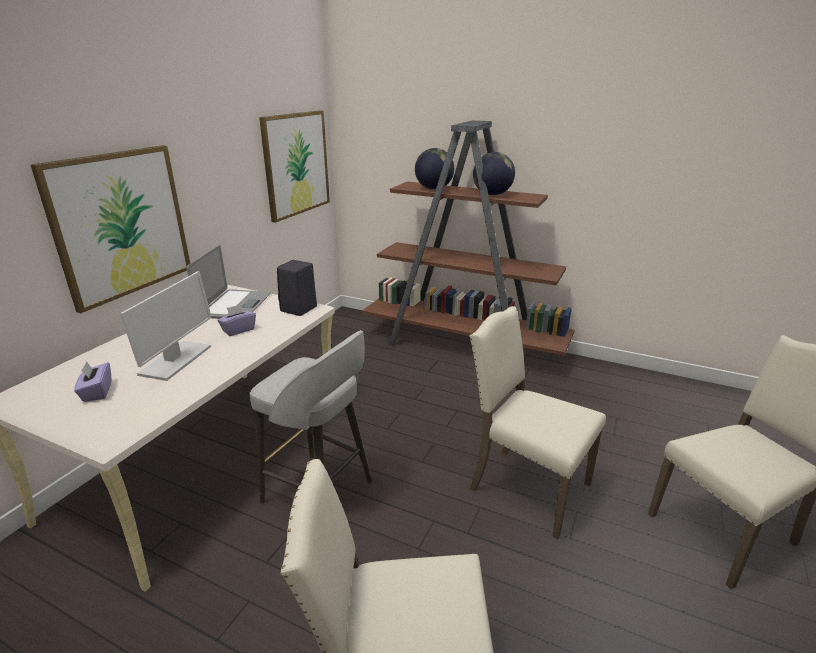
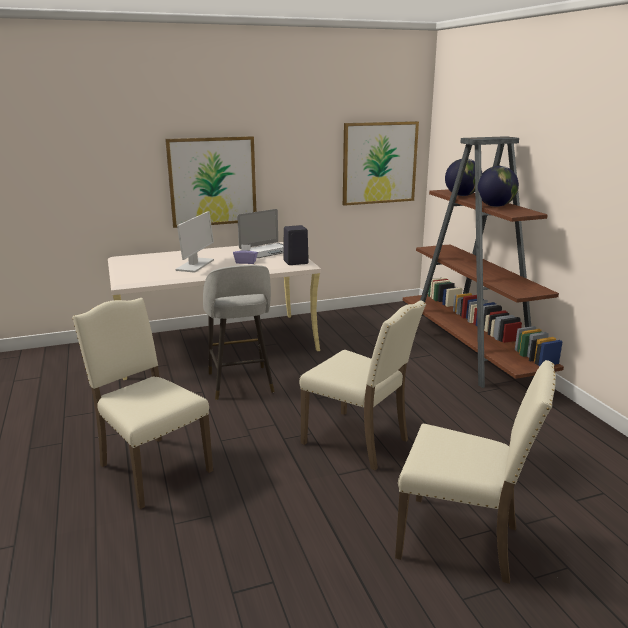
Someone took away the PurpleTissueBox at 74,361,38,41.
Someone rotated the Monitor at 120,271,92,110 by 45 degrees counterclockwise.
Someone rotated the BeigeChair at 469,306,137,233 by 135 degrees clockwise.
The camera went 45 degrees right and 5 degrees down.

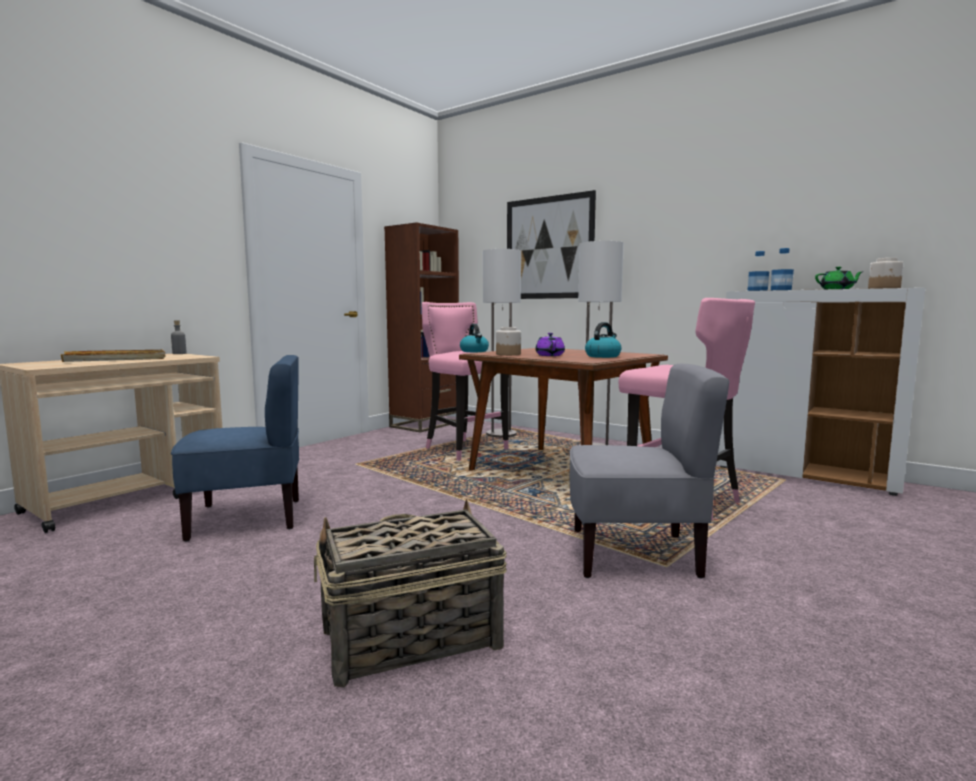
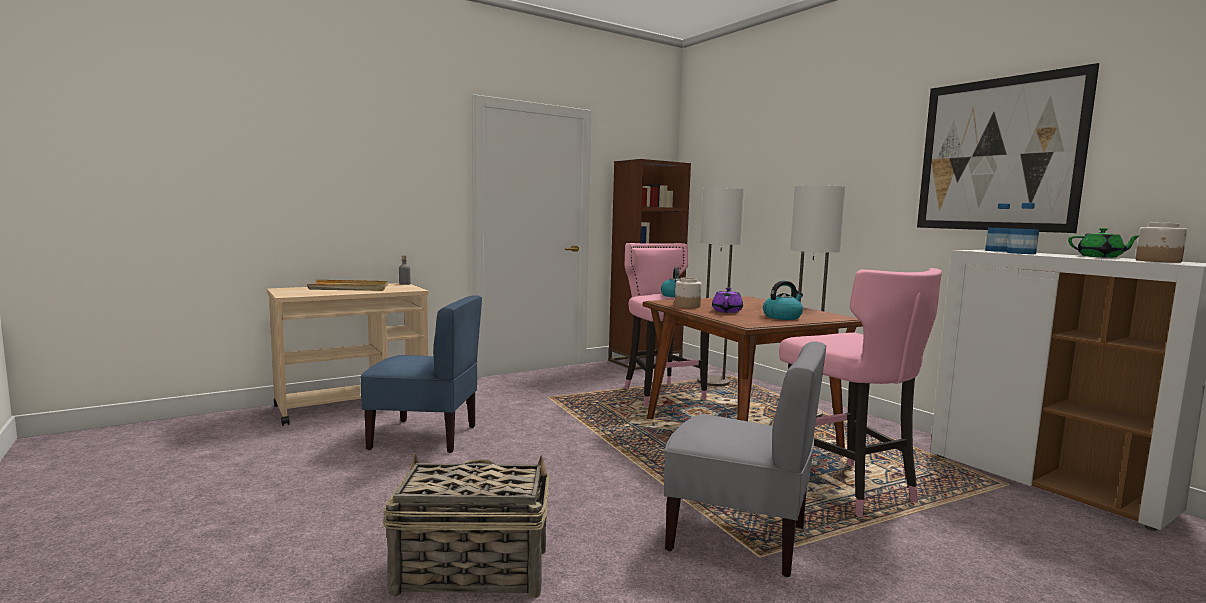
Someone carried the Picture from 507,190,89,109 to 917,63,182,170.
The camera went 20 degrees right and 0 degrees up.

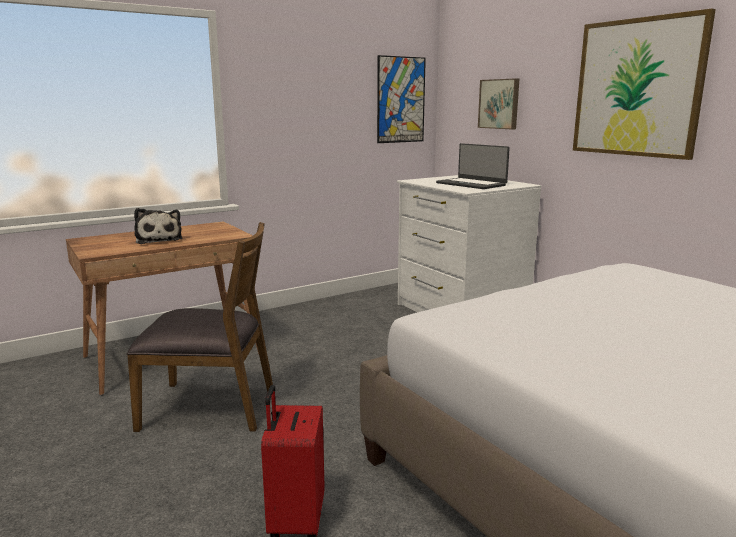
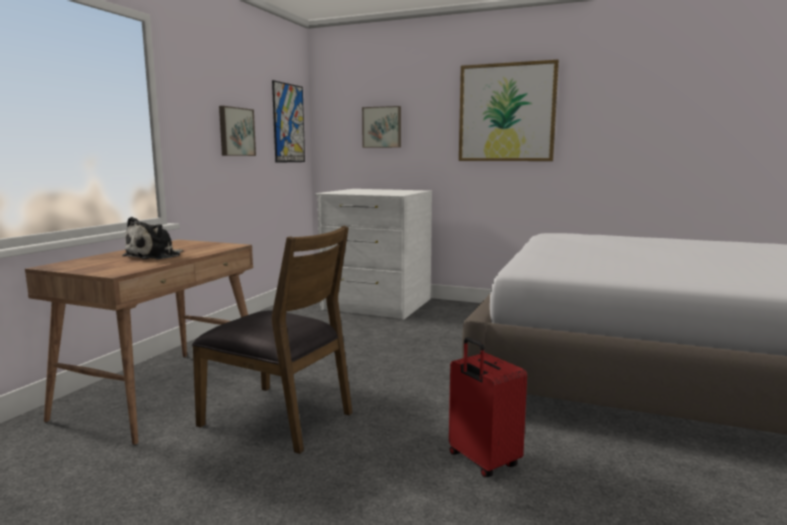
Someone took away the Laptop at 436,143,74,46.
Someone put up the Picture at 219,106,37,50.
Someone rotated the BrownChair at 127,222,146,210 by 60 degrees clockwise.
Someone rotated the PlushToy at 134,208,48,36 by 90 degrees clockwise.
The camera went 35 degrees left and 5 degrees down.

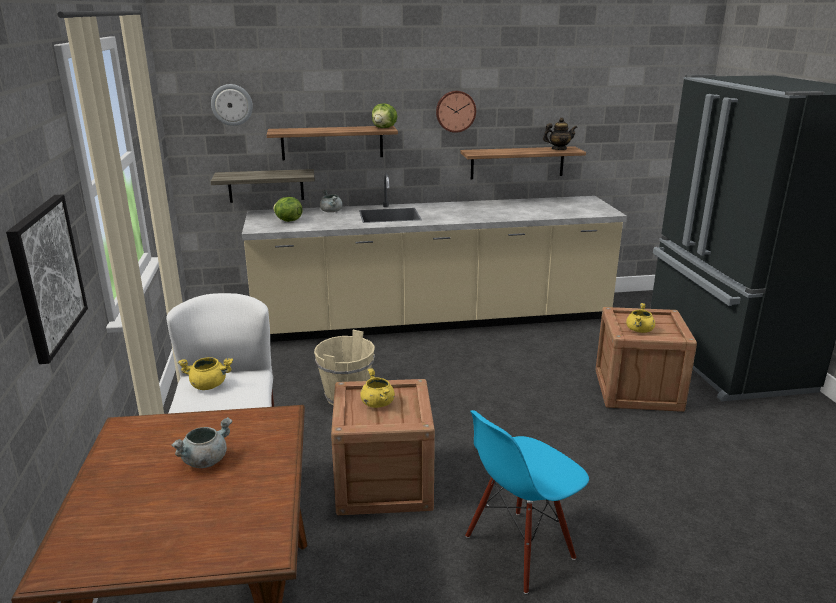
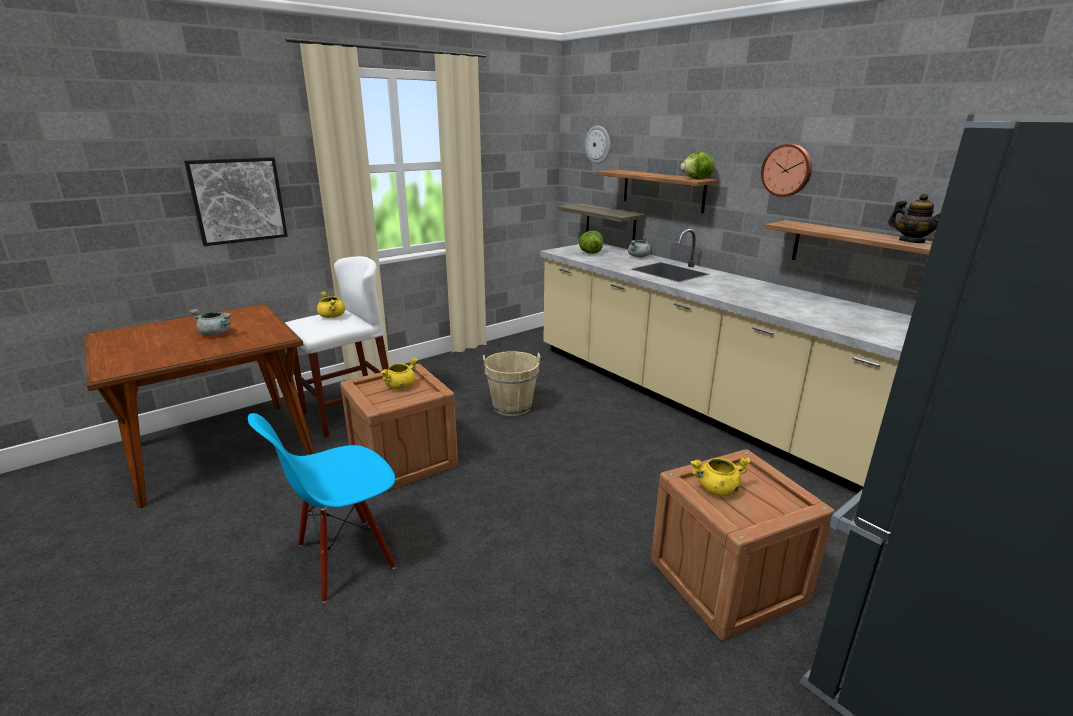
Someone rotated the BlueChair at 465,410,124,184 by 60 degrees counterclockwise.
The camera went 60 degrees right and 0 degrees up.

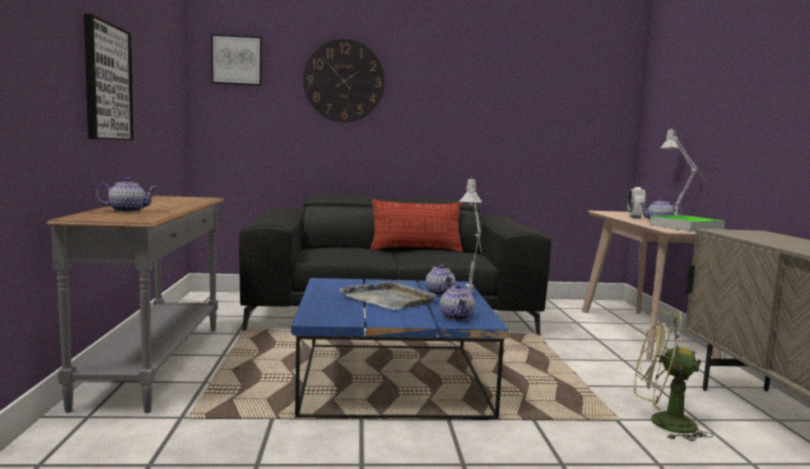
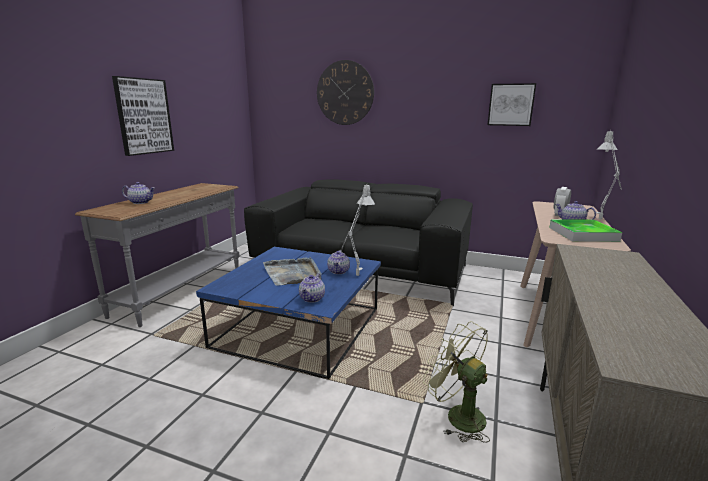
Someone took away the Pillow at 370,199,93,53.
Someone carried the Picture from 211,34,51,52 to 488,83,48,43.
The camera went 25 degrees right and 10 degrees up.

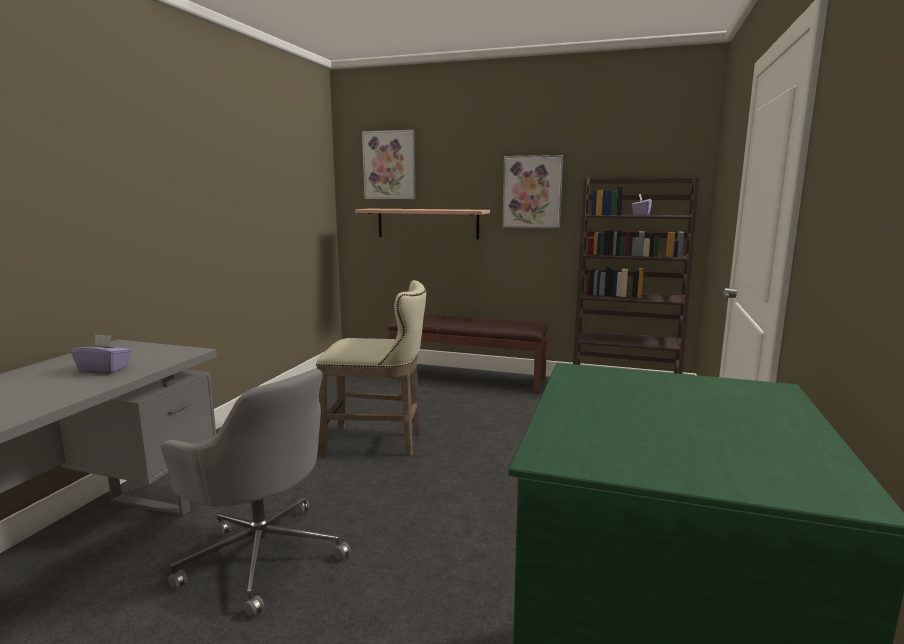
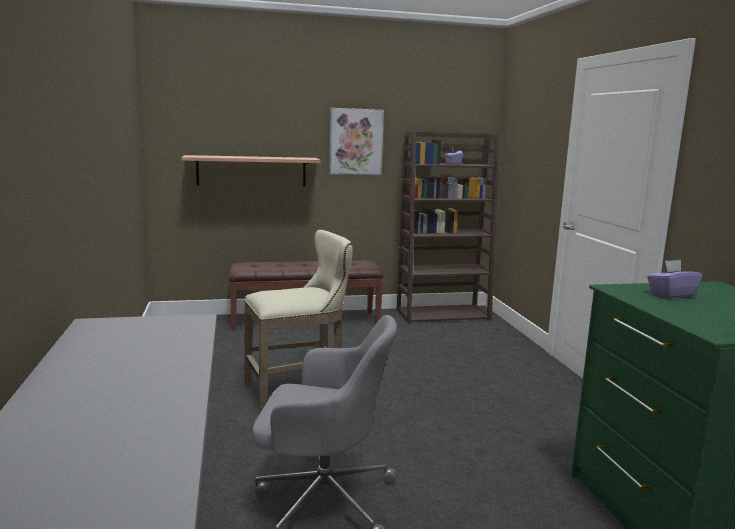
Someone took away the Picture at 362,130,54,69.
Someone carried the PurpleTissueBox from 71,334,60,40 to 647,260,56,38.
The camera went 30 degrees left and 0 degrees up.

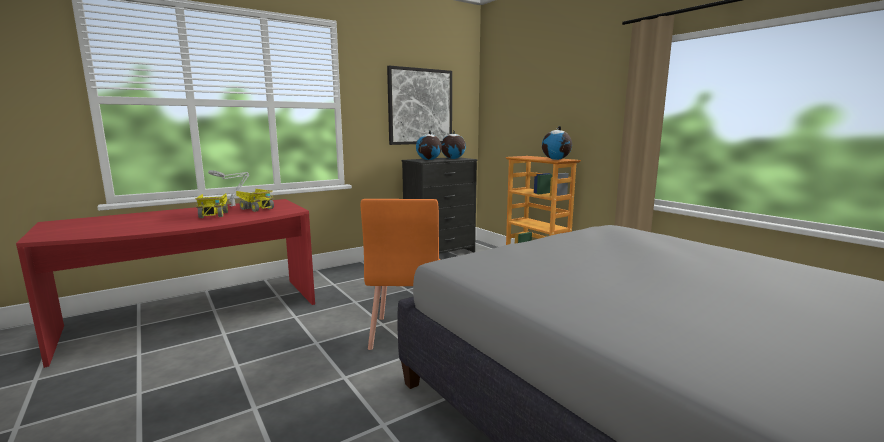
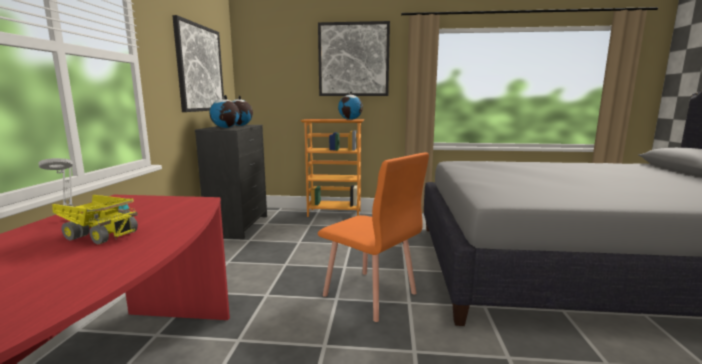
Someone took away the ToyTruck at 236,189,38,23.
Someone put up the Picture at 318,21,72,75.
The camera went 50 degrees left and 0 degrees up.

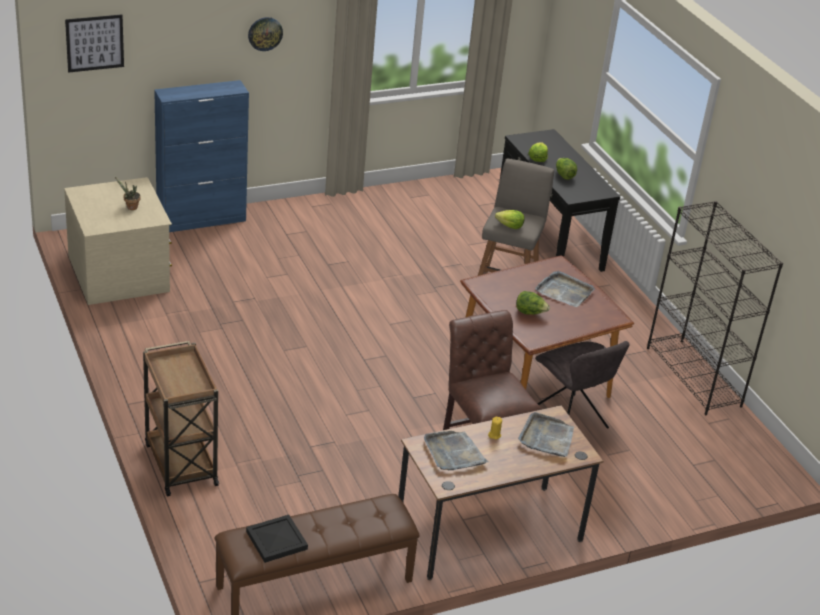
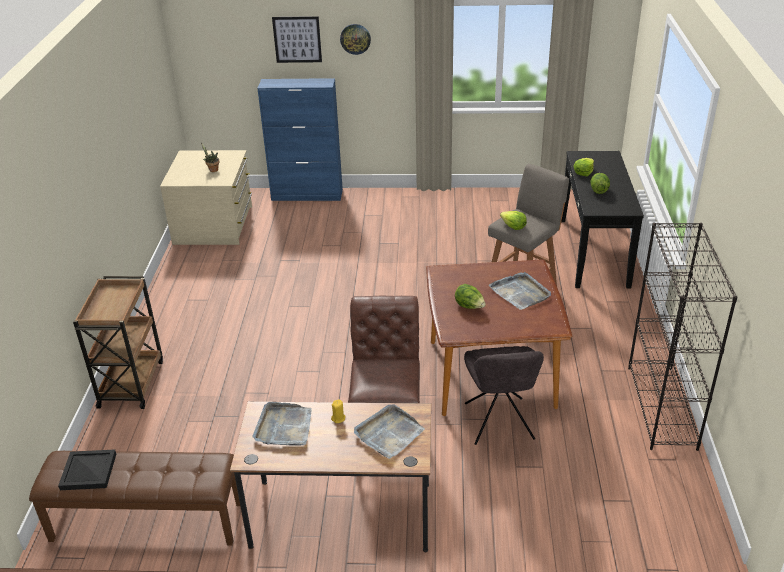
Someone carried the Picture from 65,14,59,59 to 272,16,50,47.
The camera went 30 degrees right and 0 degrees up.

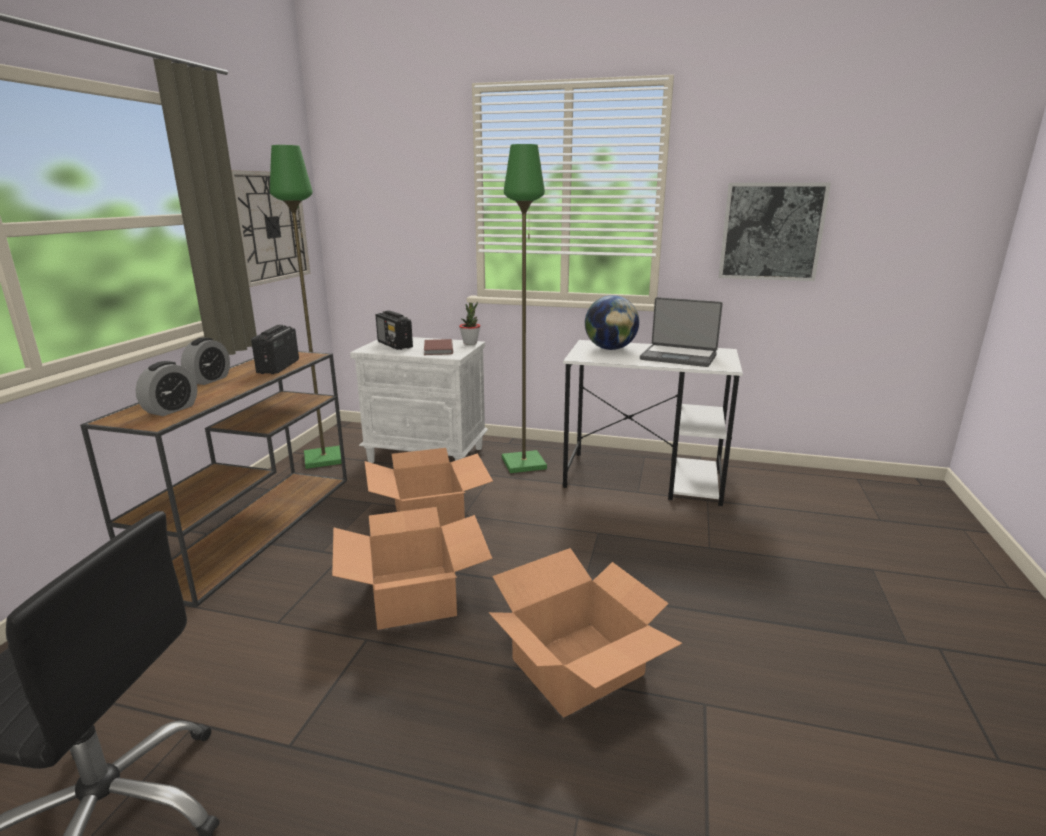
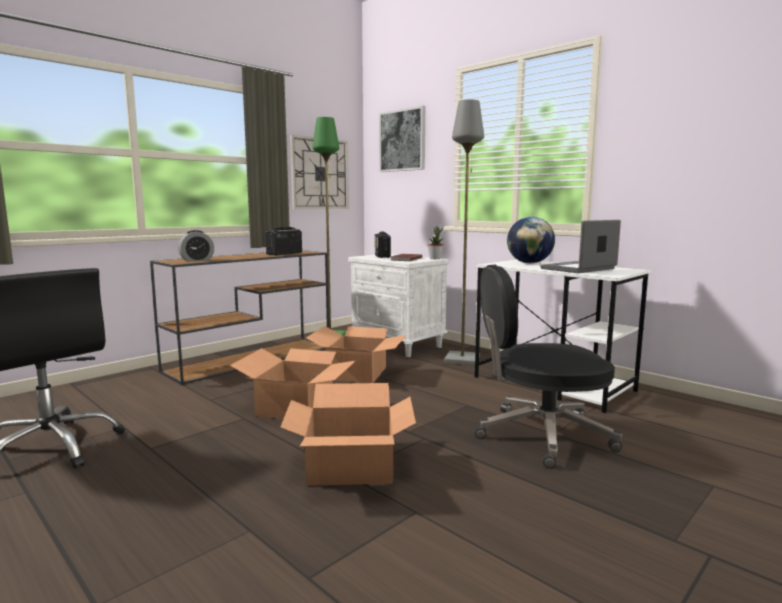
Someone took away the AlarmClock at 181,338,49,47.
Someone put down the BlackOfficeChair at 475,264,147,204.
Someone carried the Picture from 719,183,112,98 to 379,105,46,67.
Someone repainted the GreenFloorLamp at 502,144,45,329, which became the GreyFloorLamp at 444,99,40,266.
Someone rotated the Laptop at 640,297,83,70 by 90 degrees clockwise.
The camera went 30 degrees right and 10 degrees down.

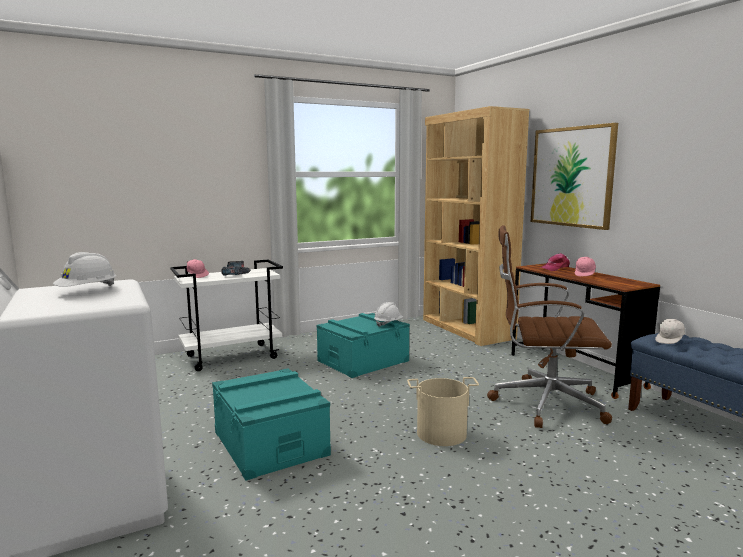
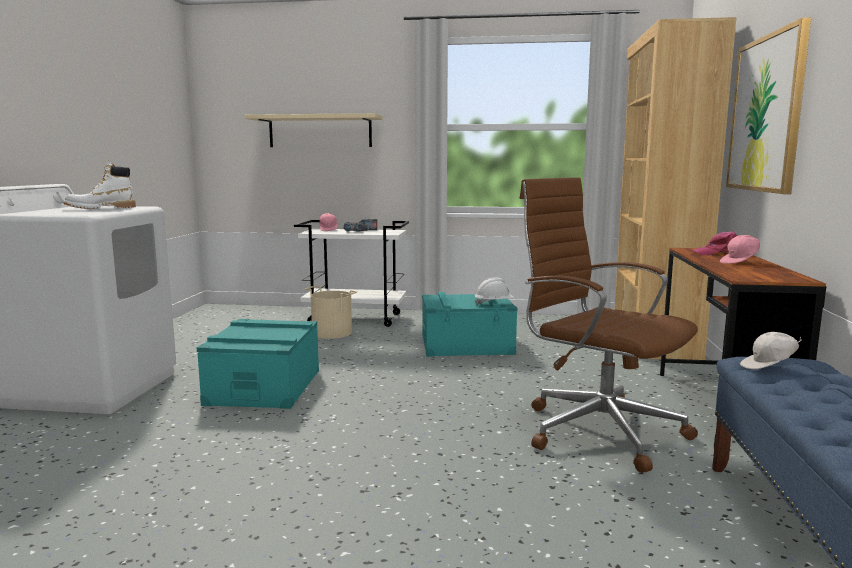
Someone put up the BeigeShelf at 244,113,139,34.
Someone carried the BeigeBucket from 407,377,72,69 to 305,286,52,53.
Someone swapped the WhiteHardHat at 53,252,63,35 for the WhiteBoot at 64,161,72,48.
The camera went 35 degrees right and 0 degrees up.

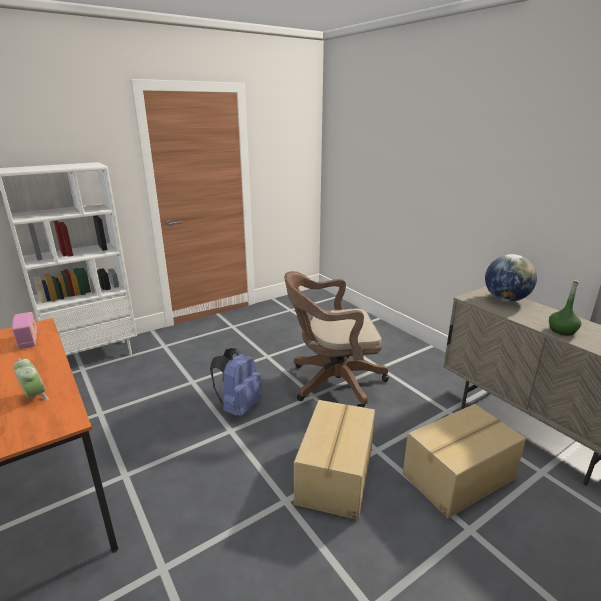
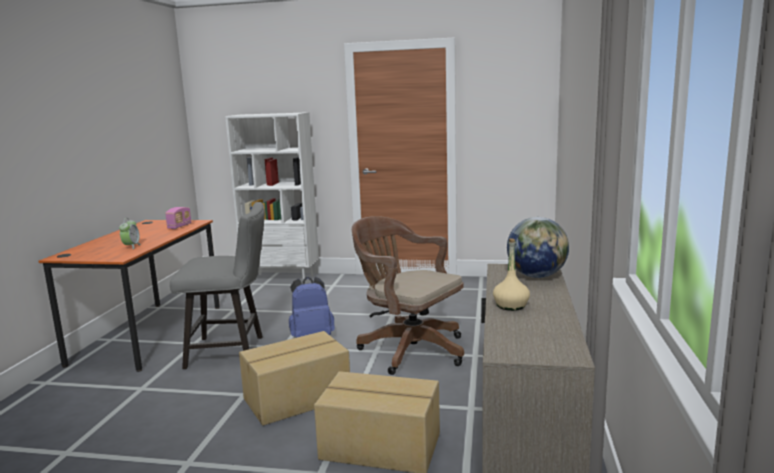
Someone put down the GreyChair at 170,202,95,167.
Someone repainted the GreenBottle at 549,280,32,55, which became the BeigeBottle at 493,238,37,73.
The camera went 45 degrees right and 10 degrees down.

